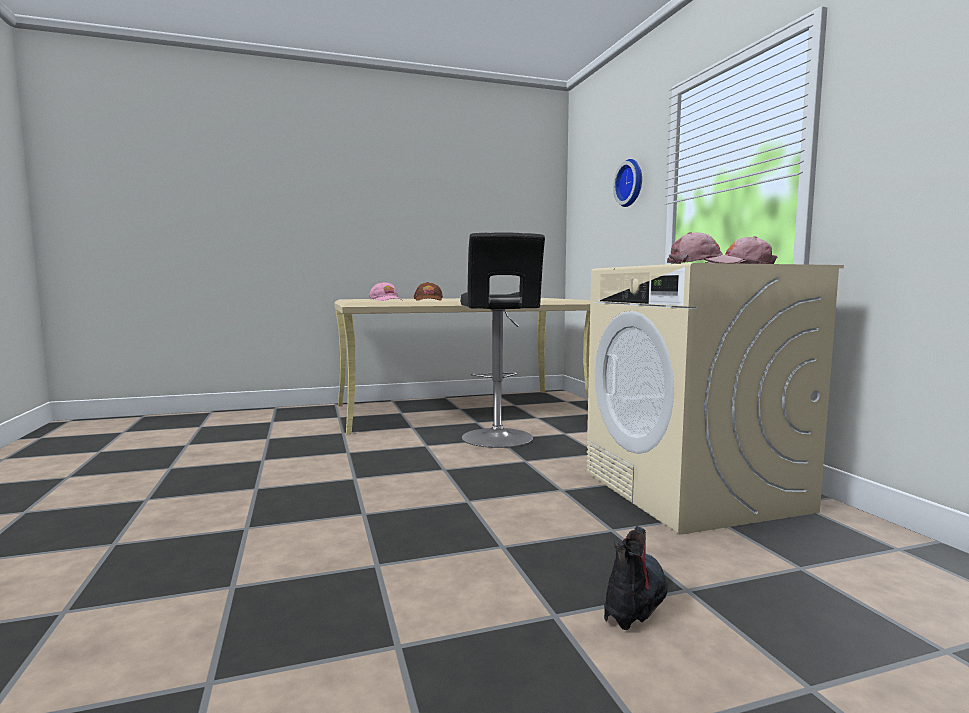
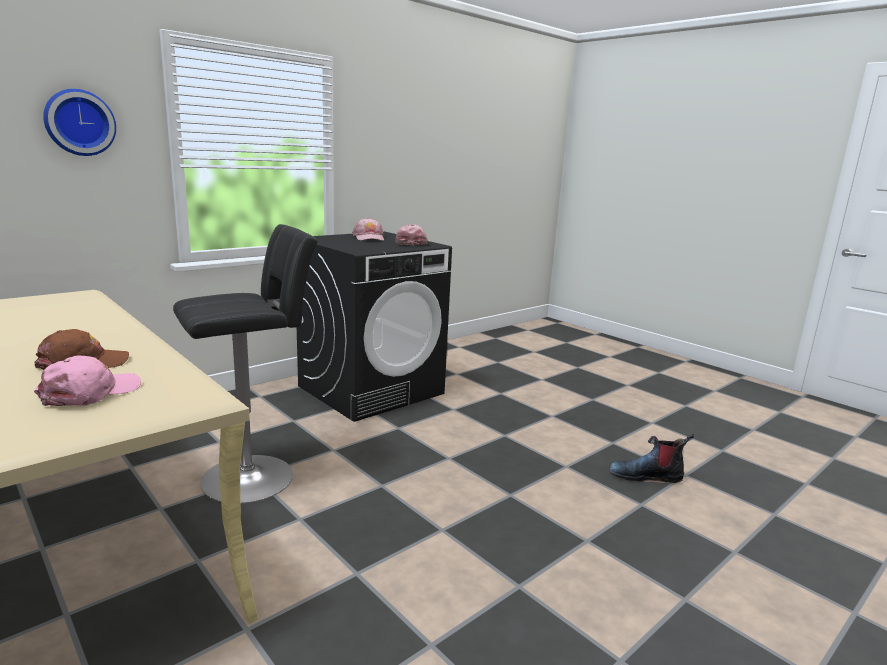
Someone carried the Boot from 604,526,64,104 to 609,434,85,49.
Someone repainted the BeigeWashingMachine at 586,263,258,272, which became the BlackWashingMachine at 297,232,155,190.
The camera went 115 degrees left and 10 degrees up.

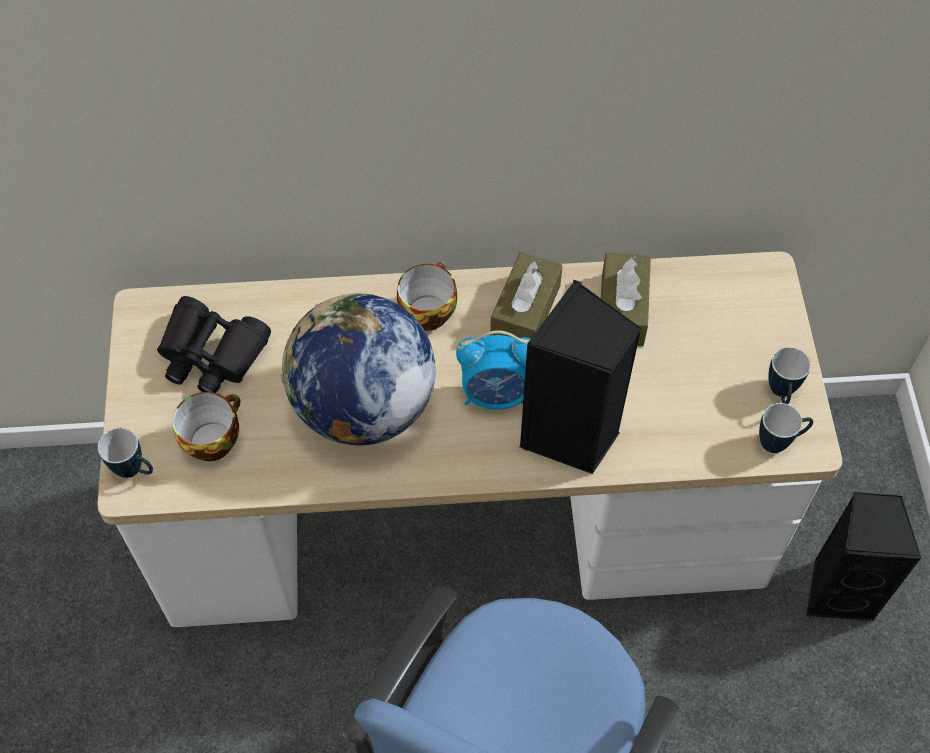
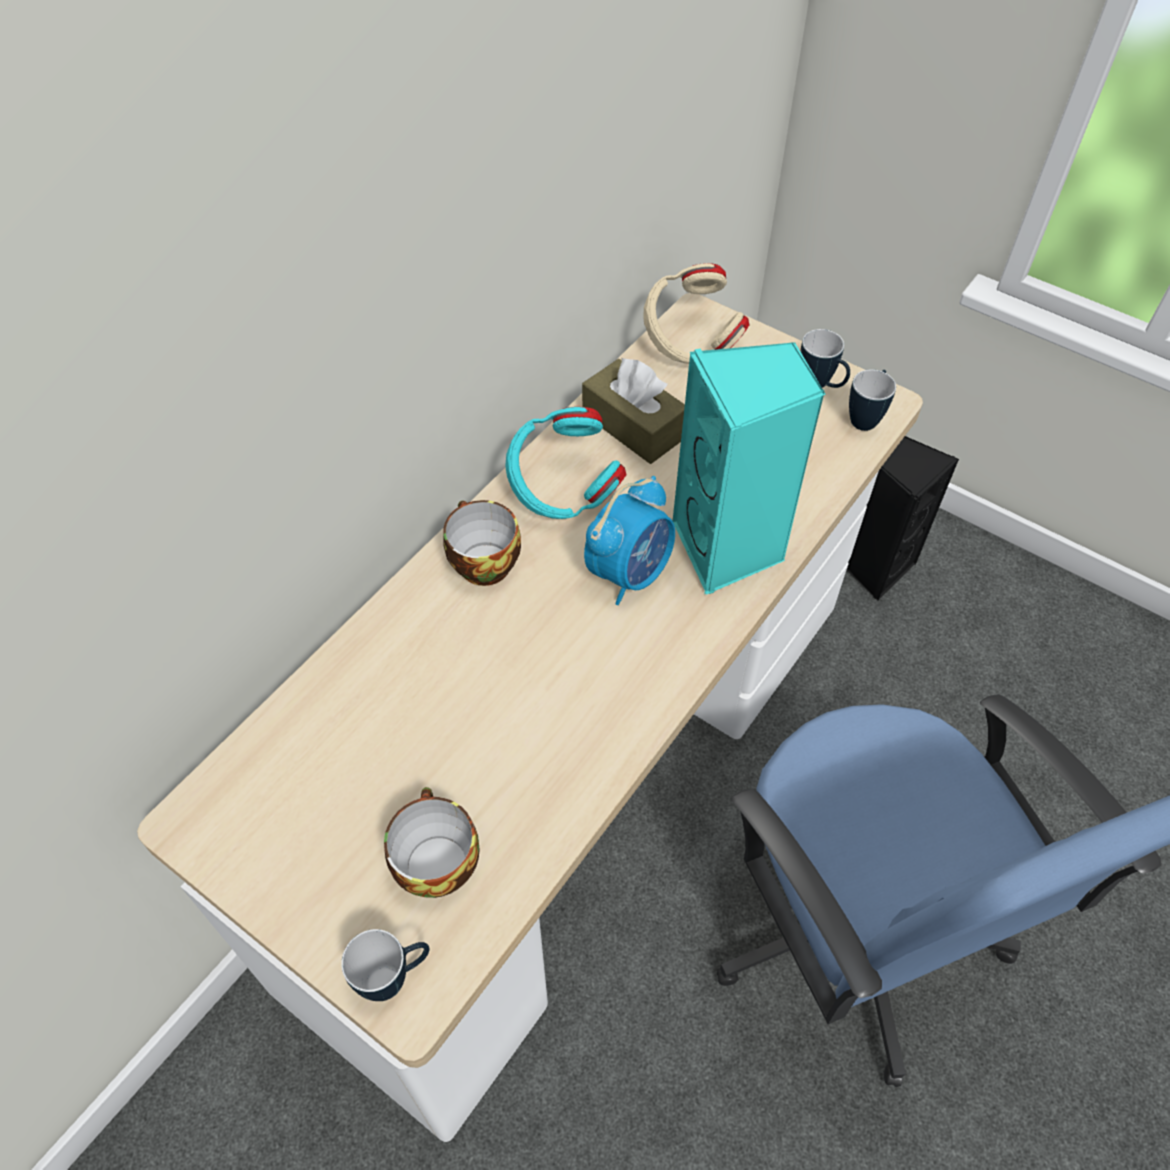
Someone took away the BlackBinoculars at 157,296,114,97.
Someone took away the Globe at 281,293,155,152.
Someone put down the BeigeHeadphones at 644,263,105,101.
Someone swapped the BrownTissueBox at 490,252,73,87 for the TurquoiseHeadphones at 505,407,122,112.
Someone repainted the BlackSpeaker at 520,280,122,194, which became the TurquoiseSpeaker at 673,342,153,253.
The camera went 50 degrees left and 5 degrees down.

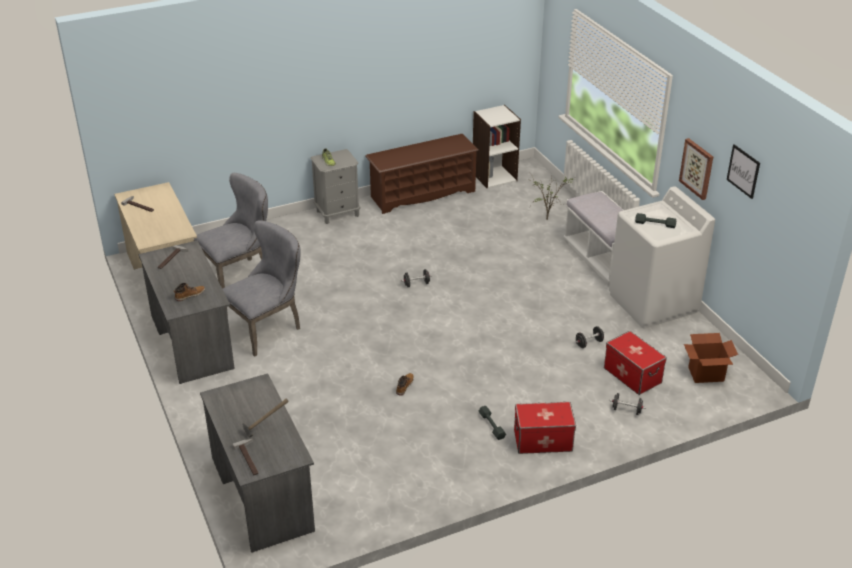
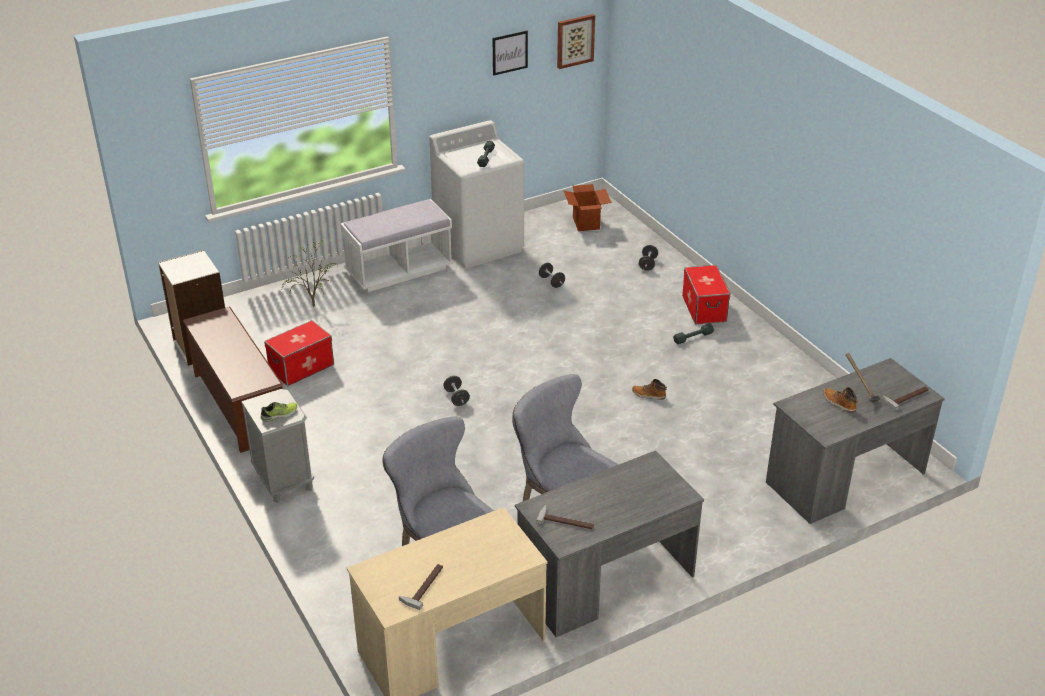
Someone carried the Boot from 174,283,31,18 to 824,387,34,26.
Someone carried the StorageBox from 604,331,63,64 to 264,320,70,66.
Someone carried the Picture from 679,138,34,62 to 557,14,38,55.
The camera went 95 degrees left and 0 degrees up.

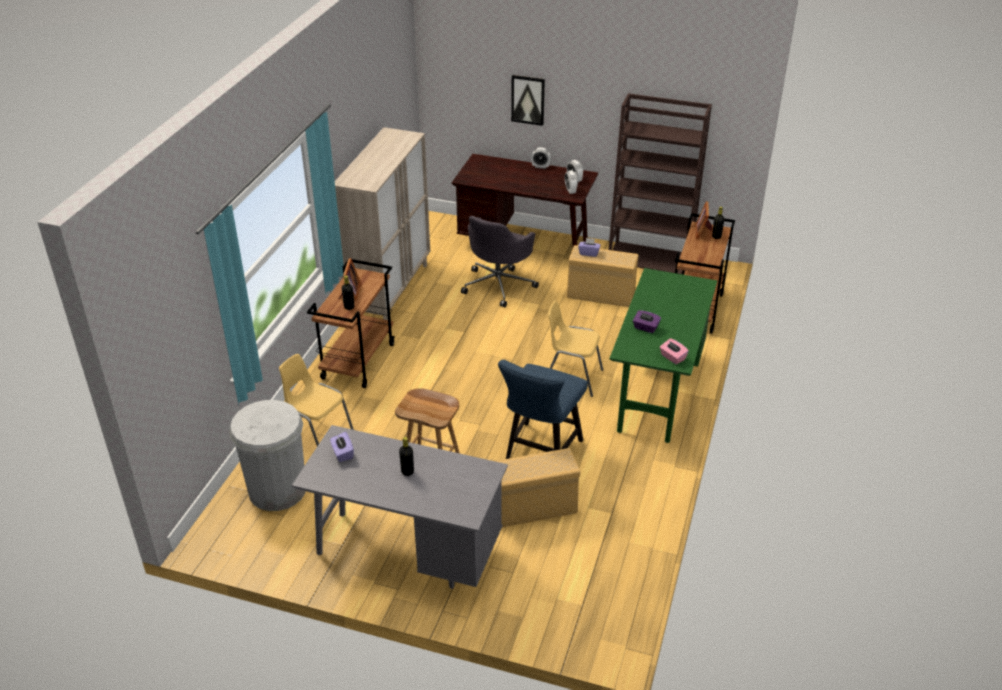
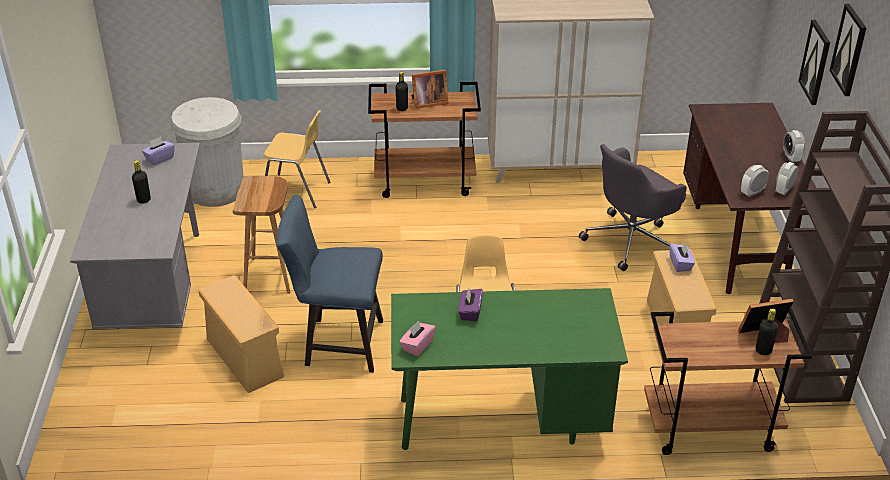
Someone put up the Picture at 829,4,37,92.
Someone rotated the YellowChair at 279,354,75,92 by 90 degrees clockwise.
Someone rotated the GreyOfficeChair at 461,216,78,91 by 45 degrees counterclockwise.
The camera went 70 degrees right and 0 degrees up.

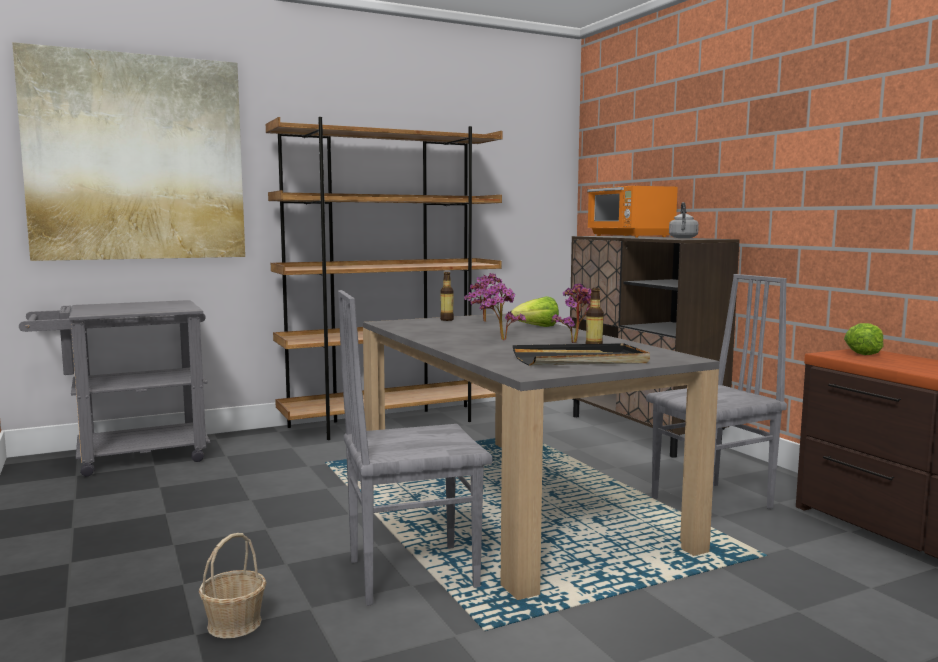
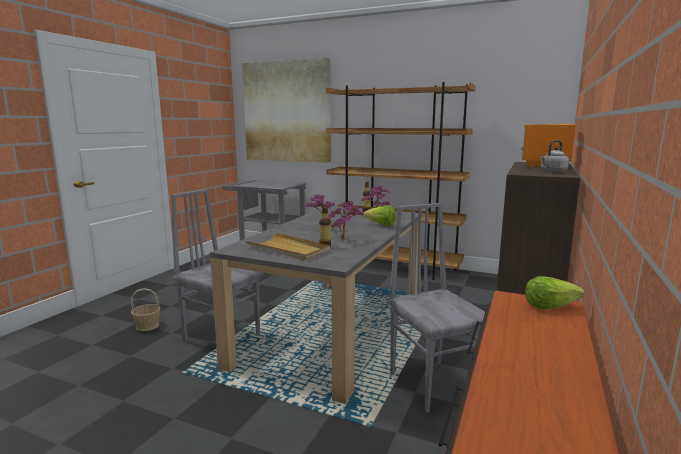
Someone repainted the BlackTray at 513,343,137,23, which became the BeigeTray at 245,233,85,28.
Someone rotated the GreyChair at 646,274,141,235 by 135 degrees counterclockwise.
The camera went 50 degrees right and 5 degrees up.

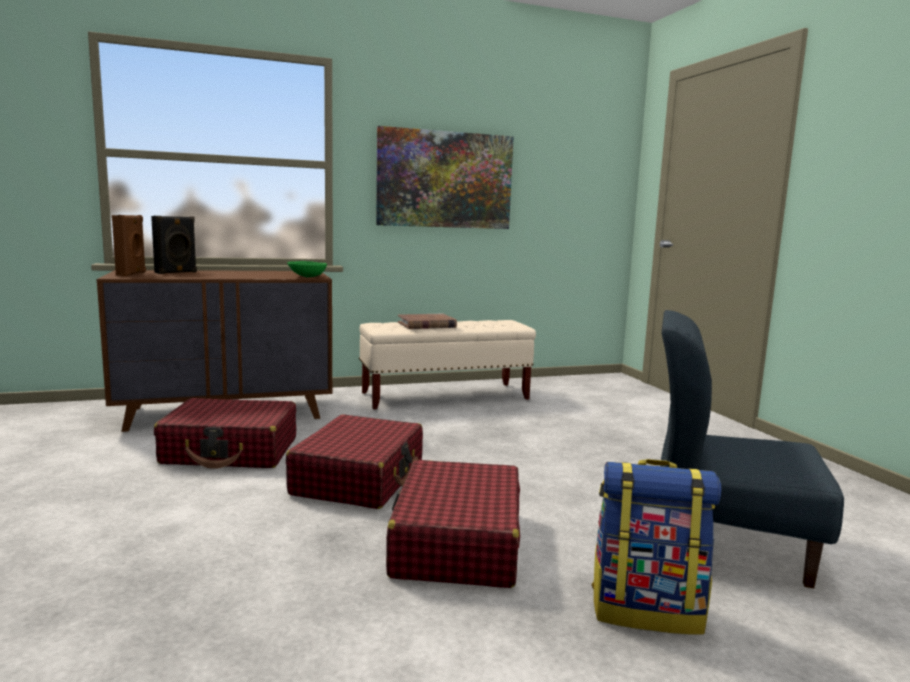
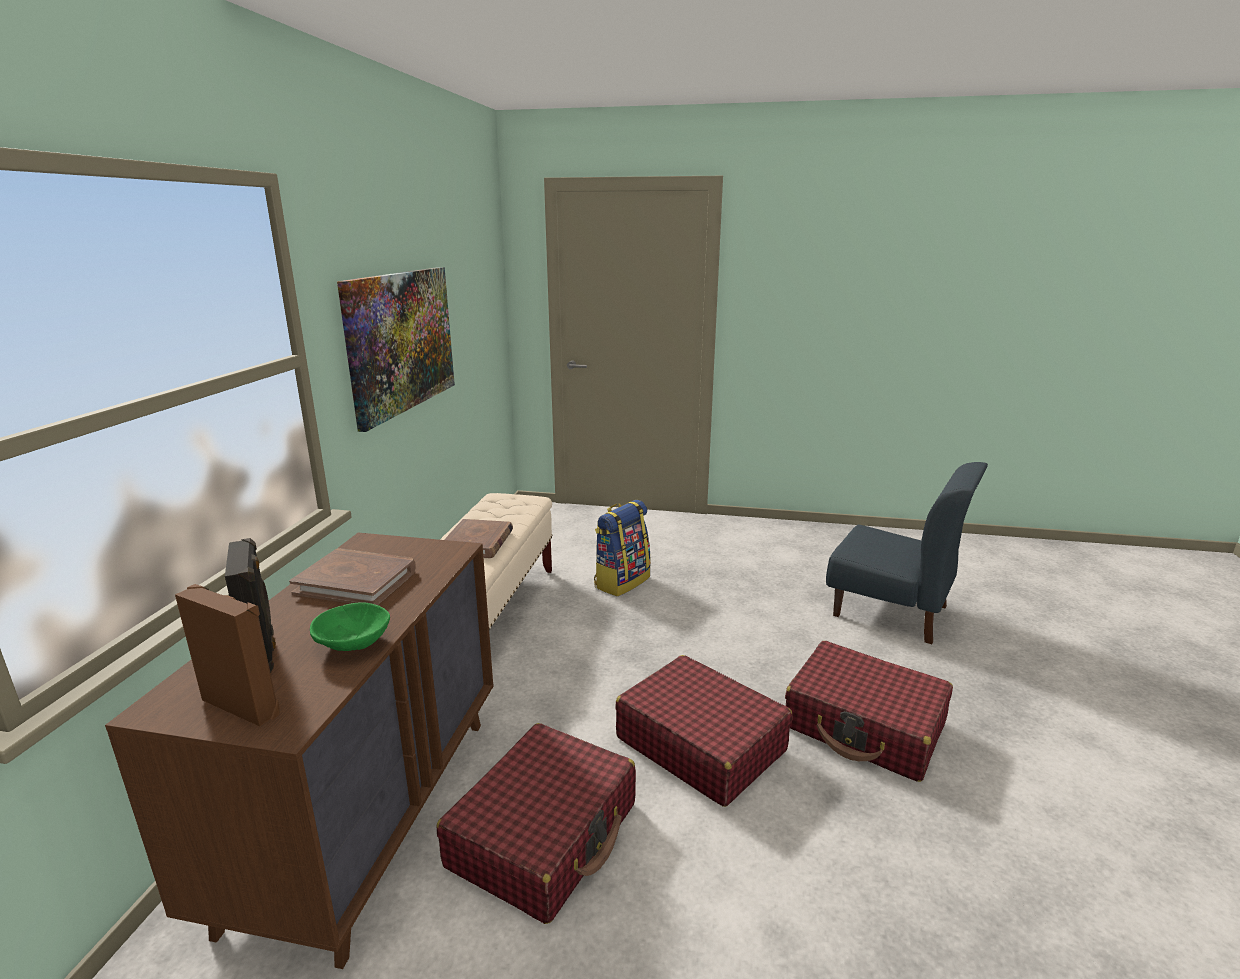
Someone put down the BrownBook at 289,548,127,57.
Someone carried the GreenBowl from 287,261,40,16 to 310,602,80,49.
Someone carried the Backpack from 591,459,130,176 to 594,500,57,97.
Someone rotated the BlueChair at 660,310,184,278 by 105 degrees counterclockwise.
The camera went 60 degrees left and 10 degrees up.

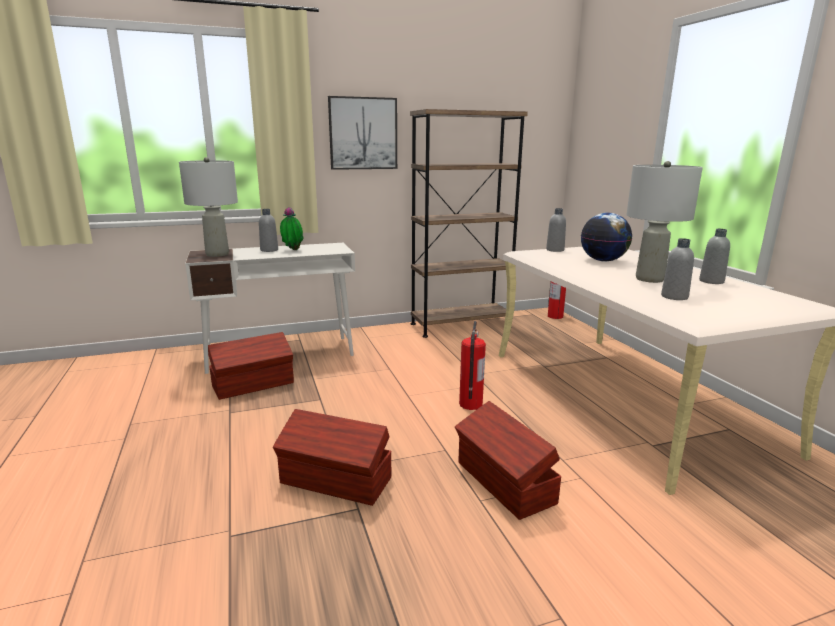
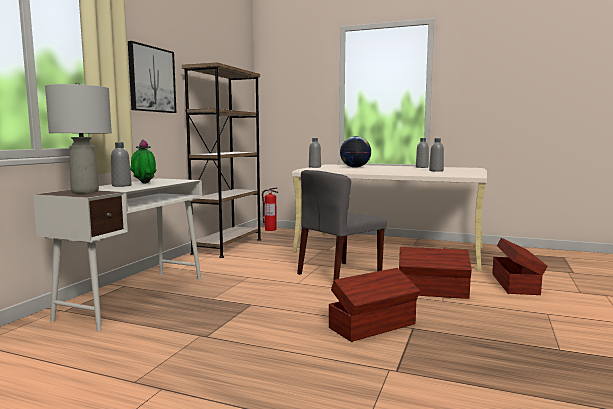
Someone took away the GreyTableLamp at 627,161,76,122.
Someone carried the BrownStorageBox from 208,332,86,68 to 492,238,56,57.
Someone swapped the FireExtinguisher at 459,321,27,89 for the GreyChair at 297,170,90,112.
The camera went 50 degrees left and 10 degrees down.

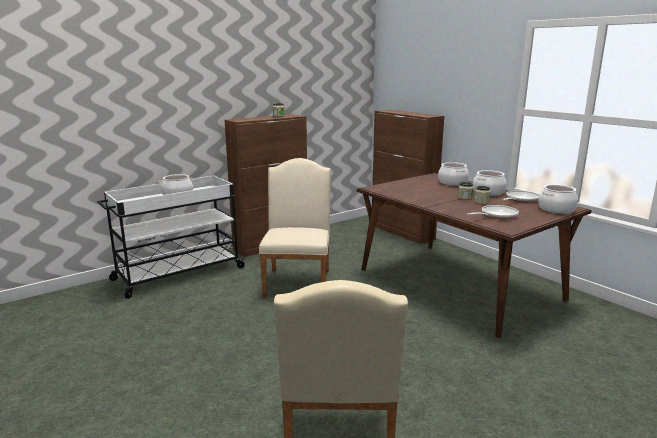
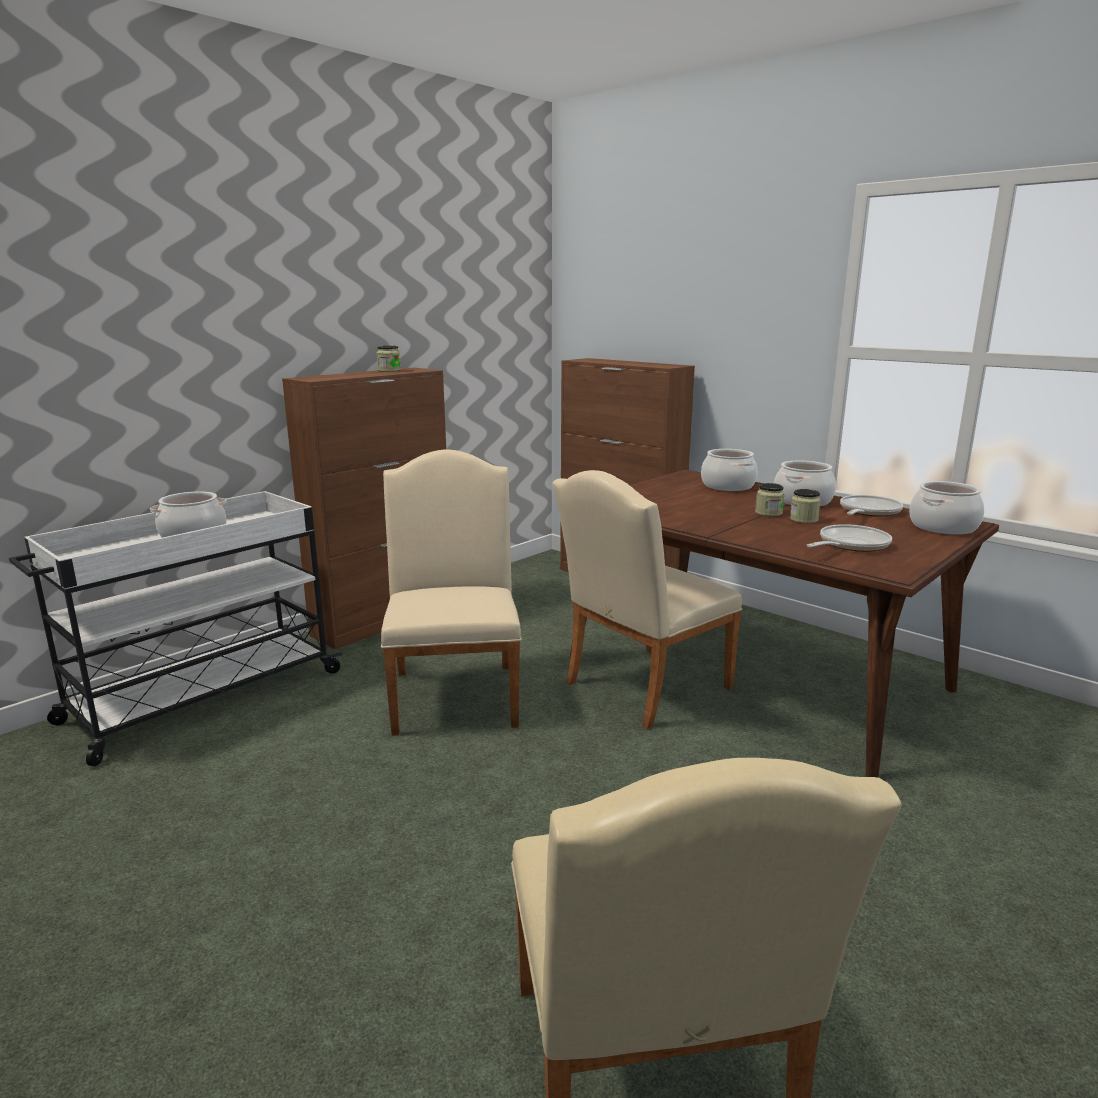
Someone put down the BeigeChair at 553,470,189,259.
The camera went 10 degrees left and 0 degrees up.

